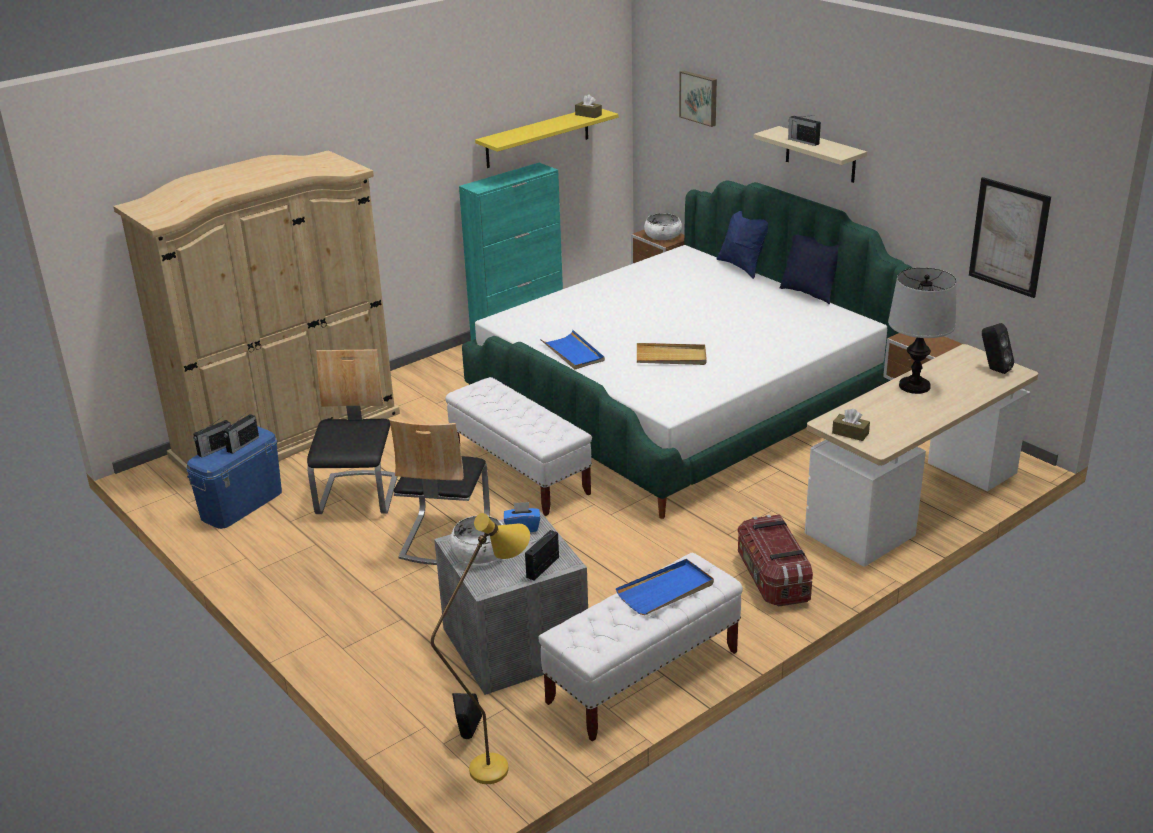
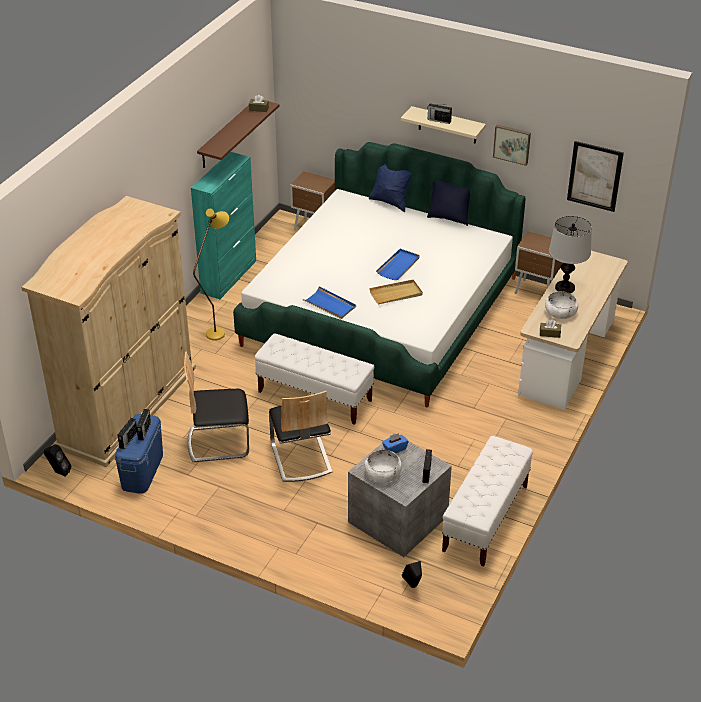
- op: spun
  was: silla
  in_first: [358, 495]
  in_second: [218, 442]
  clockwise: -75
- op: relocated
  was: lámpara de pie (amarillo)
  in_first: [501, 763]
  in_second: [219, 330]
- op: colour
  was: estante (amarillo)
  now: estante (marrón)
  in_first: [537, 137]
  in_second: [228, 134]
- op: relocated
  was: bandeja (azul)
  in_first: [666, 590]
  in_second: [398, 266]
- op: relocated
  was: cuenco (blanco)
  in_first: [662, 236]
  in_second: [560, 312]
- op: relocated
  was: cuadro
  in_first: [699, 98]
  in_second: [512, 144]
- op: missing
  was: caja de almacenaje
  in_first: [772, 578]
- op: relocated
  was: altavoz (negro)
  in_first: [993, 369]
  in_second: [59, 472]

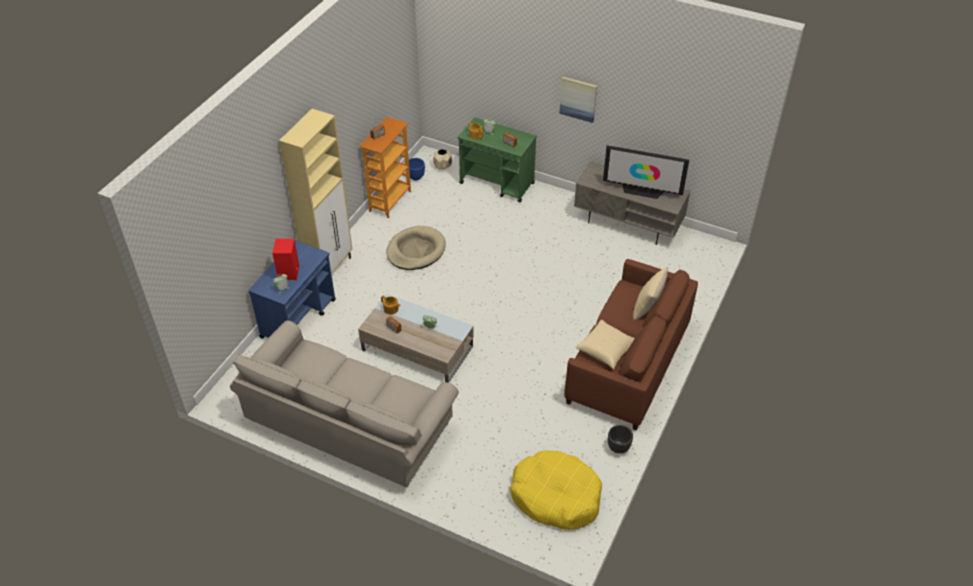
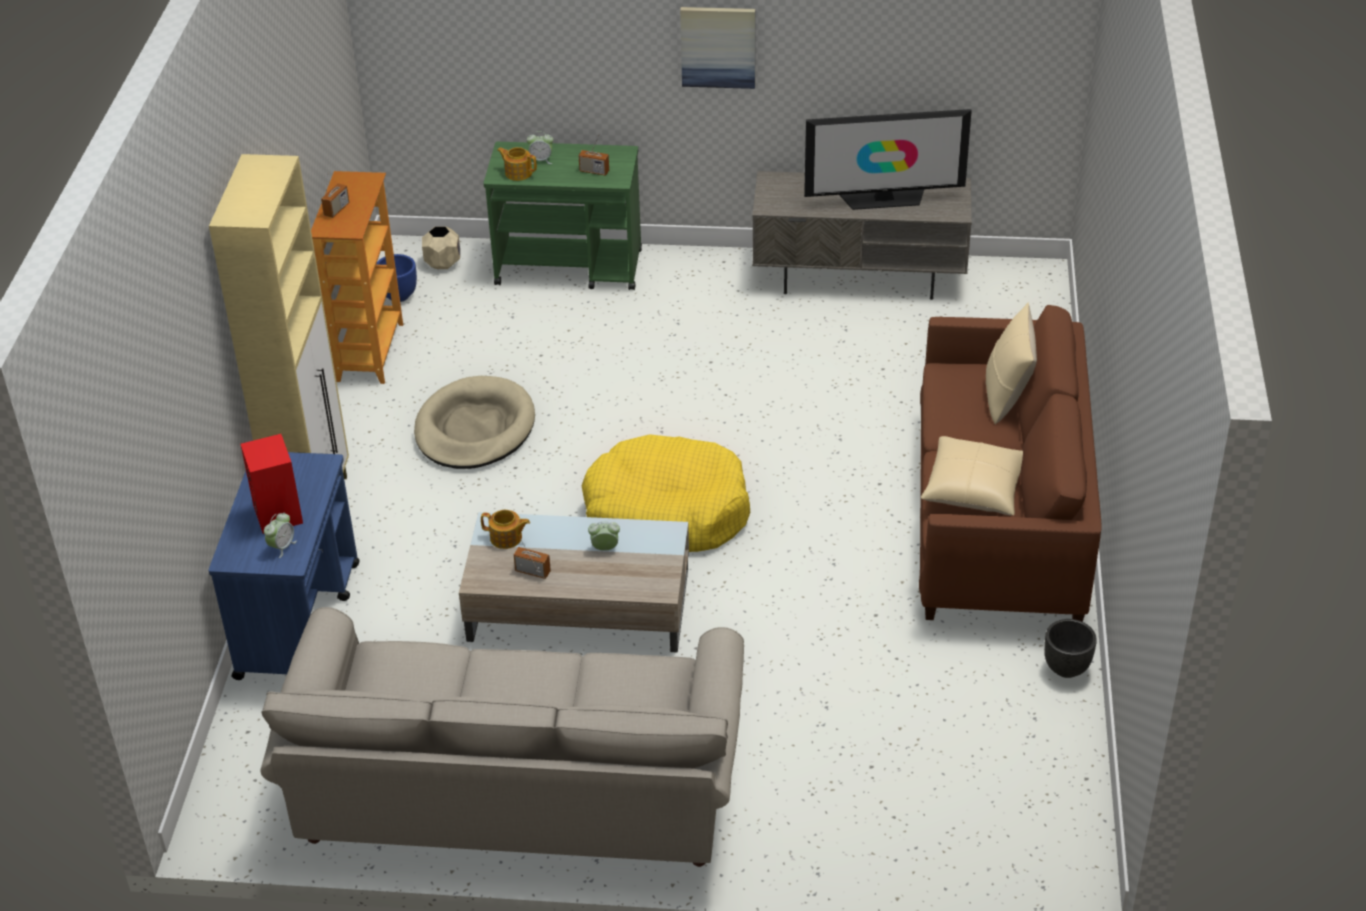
- op: relocated
  was: cama para perro (amarillo)
  in_first: [555, 496]
  in_second: [666, 512]

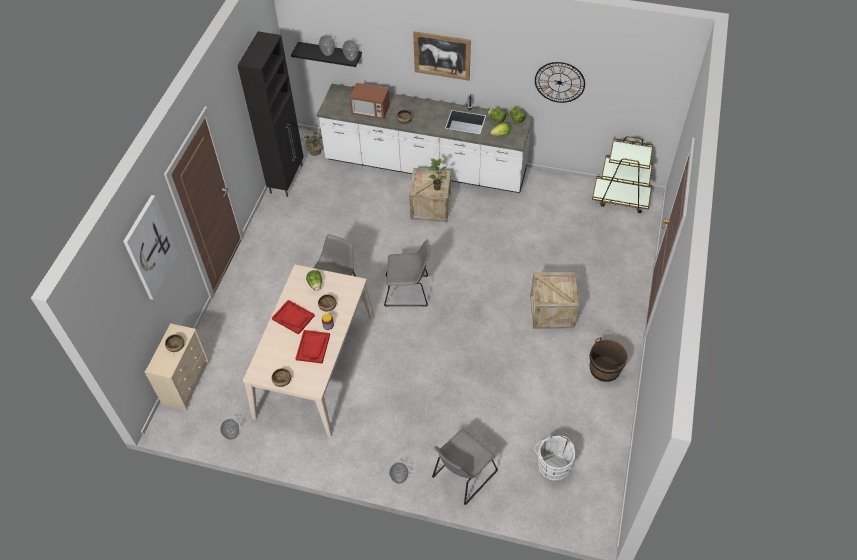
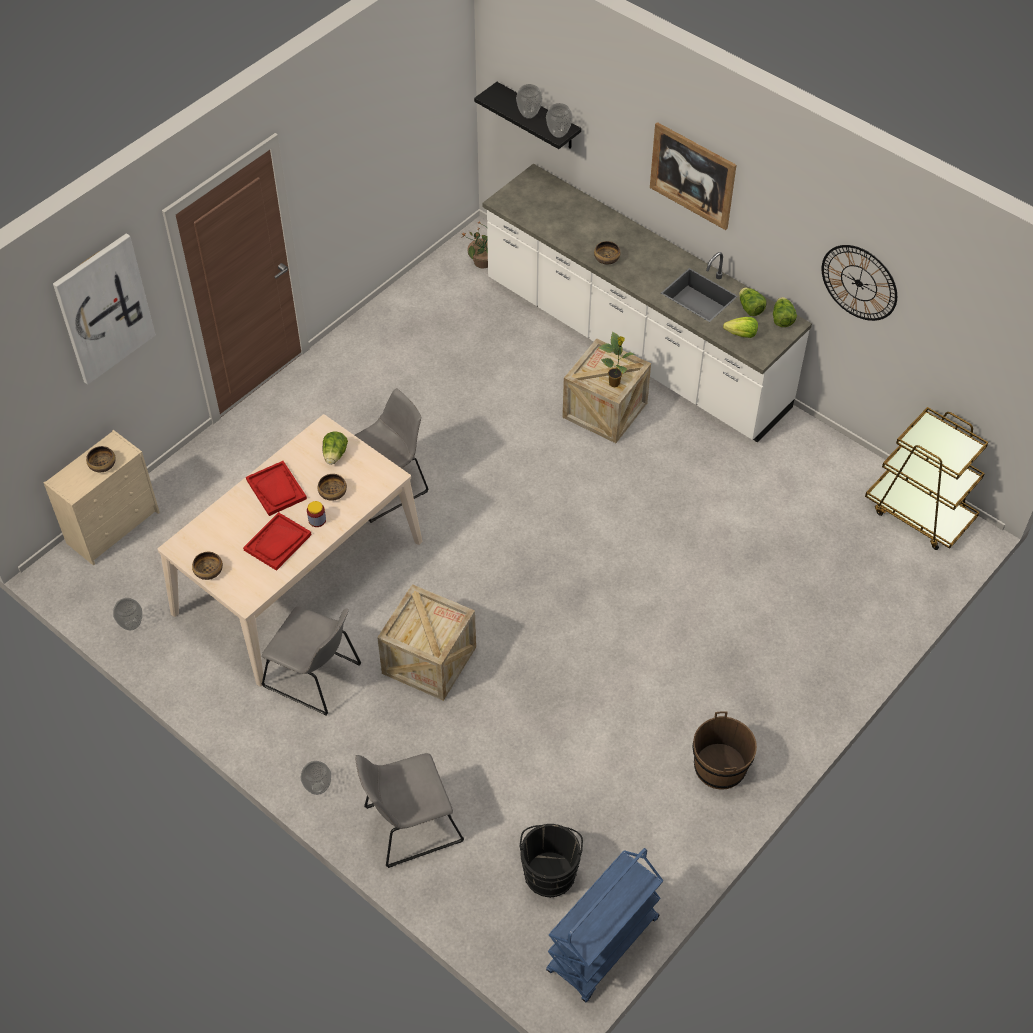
- op: missing
  was: armario (negro)
  in_first: [287, 179]
- op: missing
  was: microondas
  in_first: [370, 111]
- op: relocated
  was: silla (gris)
  in_first: [409, 291]
  in_second: [315, 677]
- op: relocated
  was: caja de embalaje
  in_first: [552, 311]
  in_second: [429, 660]
- op: colour
  was: cubo (blanco)
  now: cubo (negro)
  in_first: [552, 465]
  in_second: [550, 871]
- op: appeared
  now: carrito (azul)
  in_second: [603, 946]

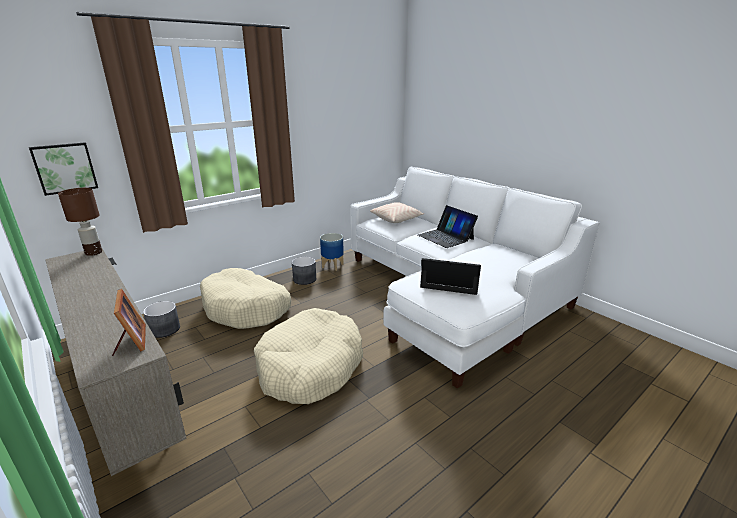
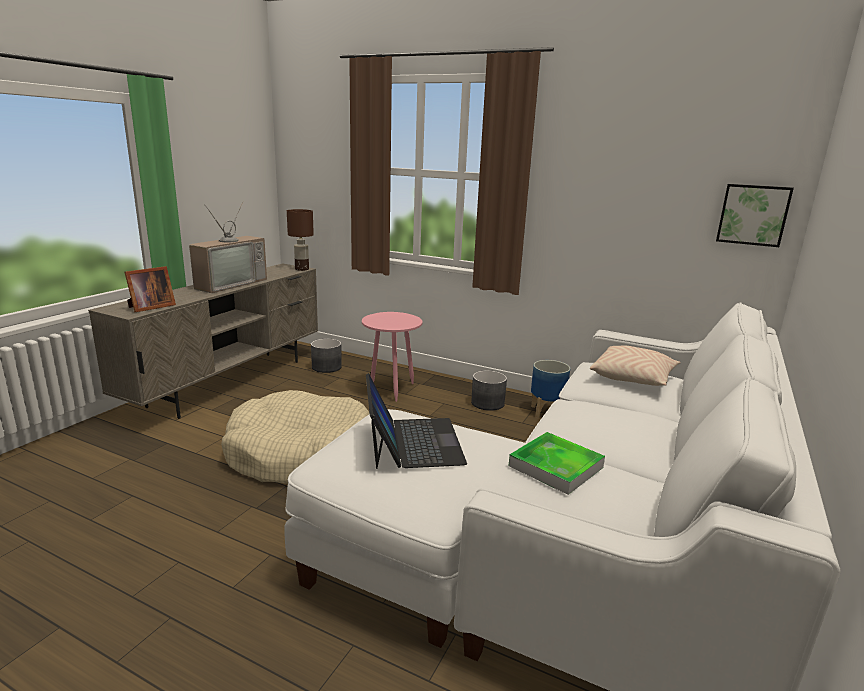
- op: relocated
  was: cuadro
  in_first: [65, 168]
  in_second: [753, 215]
- op: exchanged
  was: cama para perro (beis)
  now: mesa auxiliar (rosa)
  in_first: [246, 308]
  in_second: [391, 390]
- op: missing
  was: portátil
  in_first: [445, 237]
- op: appeared
  now: televisor
  in_second: [228, 283]
- op: appeared
  now: bandeja
  in_second: [556, 466]

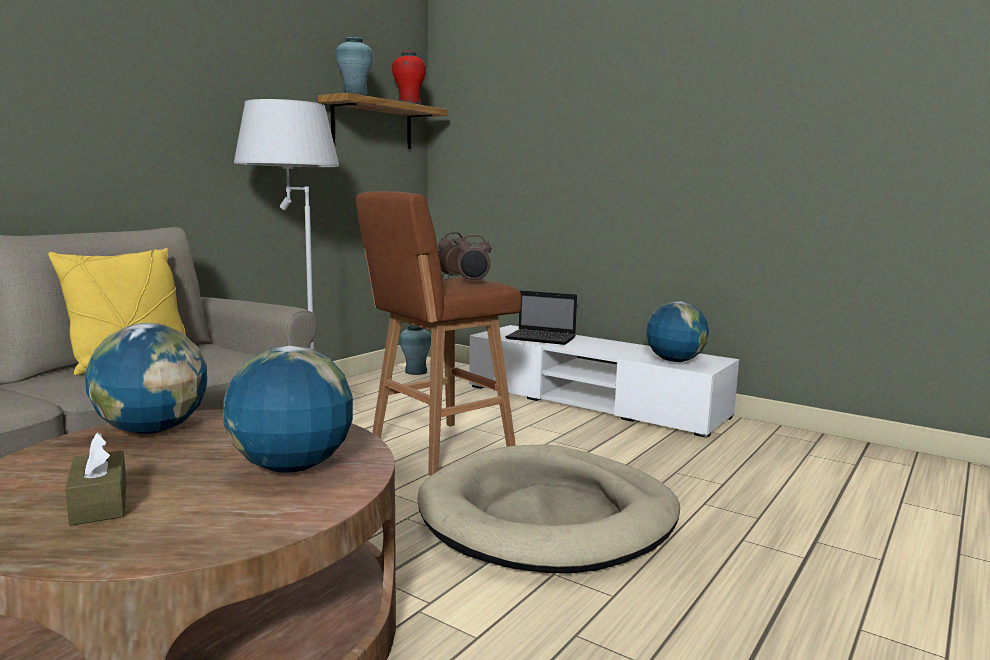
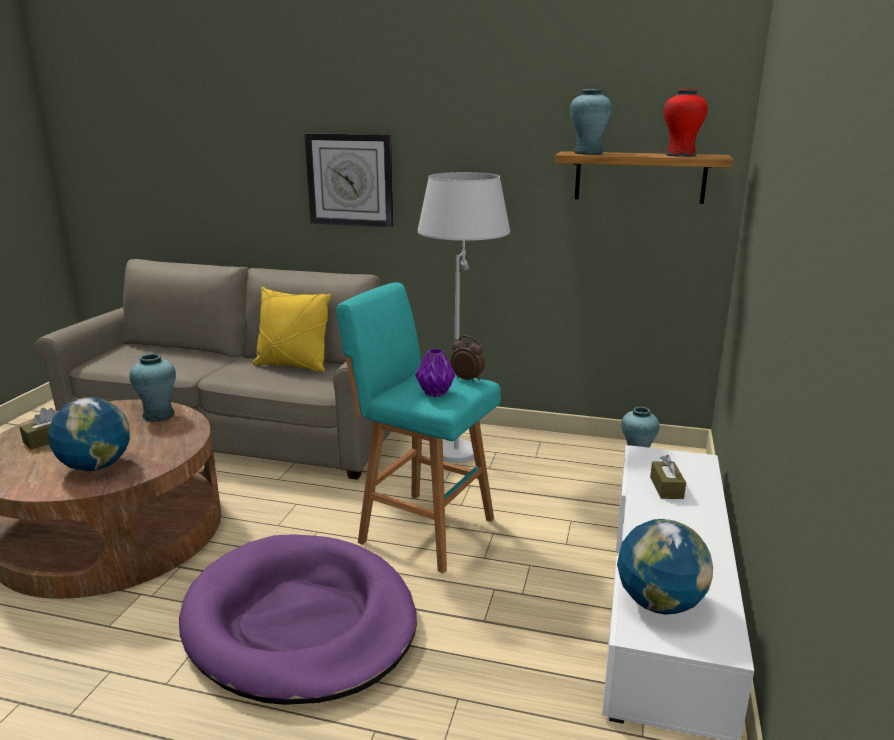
- op: exchanged
  was: globo terráqueo
  now: florero (turquesa)
  in_first: [152, 430]
  in_second: [158, 415]
- op: colour
  was: taburete (marrón)
  now: taburete (turquesa)
  in_first: [438, 449]
  in_second: [423, 529]
- op: colour
  was: cama para perro (beis)
  now: cama para perro (morado)
  in_first: [549, 517]
  in_second: [301, 622]
- op: exchanged
  was: despertador
  now: florero (morado)
  in_first: [473, 282]
  in_second: [435, 393]
- op: exchanged
  was: portátil
  now: caja de pañuelos (marrón)
  in_first: [542, 338]
  in_second: [666, 487]
- op: appeared
  now: reloj de pared
  in_second: [350, 180]

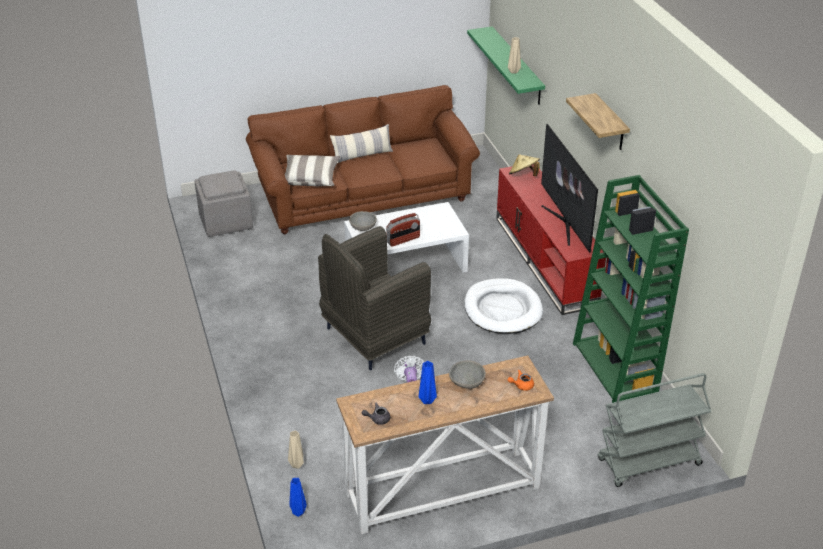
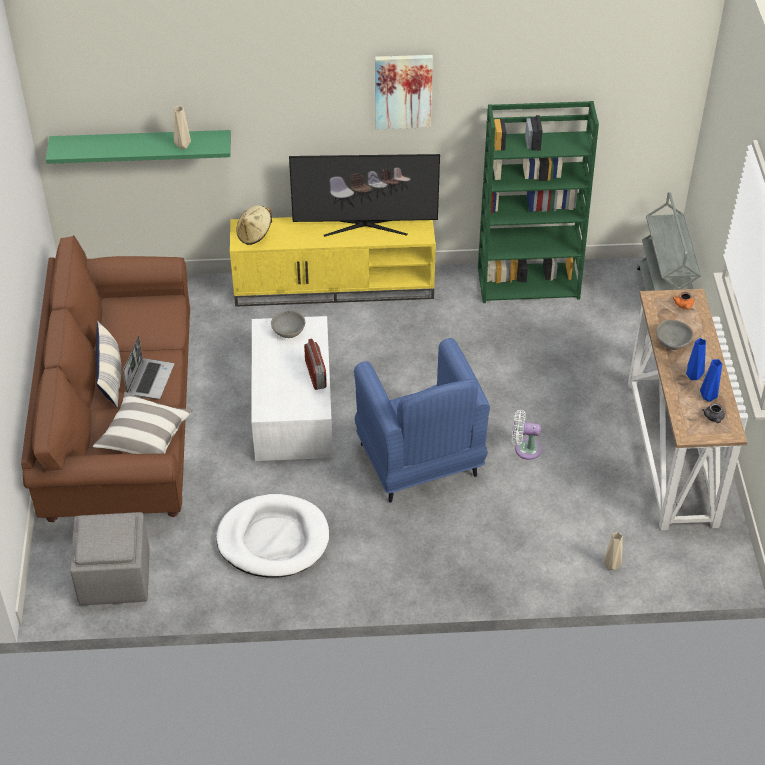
- op: relocated
  was: florero (azul)
  in_first: [298, 511]
  in_second: [707, 397]
- op: colour
  was: sillón (gris)
  now: sillón (azul)
  in_first: [374, 337]
  in_second: [419, 462]
- op: relocated
  was: cuenco (gris)
  in_first: [363, 227]
  in_second: [288, 331]
- op: relocated
  was: cama para perro (blanco)
  in_first: [502, 309]
  in_second: [273, 539]
- op: colour
  was: mueble de televisión (rojo)
  now: mueble de televisión (amarillo)
  in_first: [546, 261]
  in_second: [335, 285]
- op: exchanged
  was: estante
  now: cuadro
  in_first: [610, 123]
  in_second: [403, 91]
- op: appeared
  now: portátil
  in_second: [150, 379]

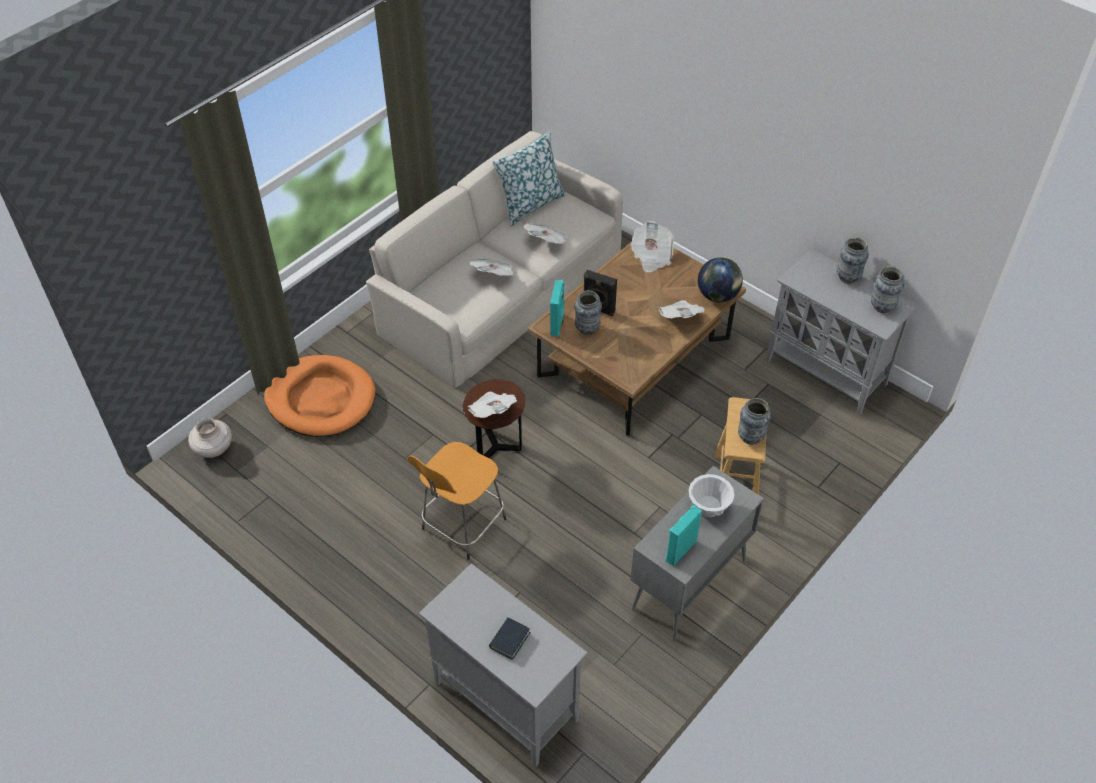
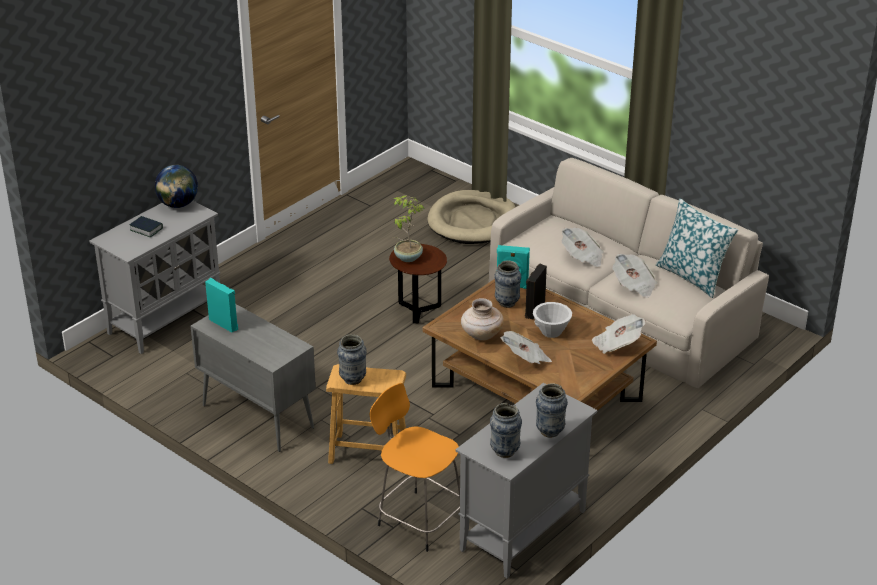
- op: relocated
  was: florero (beis)
  in_first: [213, 449]
  in_second: [481, 335]
- op: colour
  was: cama para perro (naranja)
  now: cama para perro (beis)
  in_first: [321, 399]
  in_second: [472, 221]
- op: relocated
  was: taburete (naranja)
  in_first: [462, 526]
  in_second: [418, 519]
- op: exchanged
  was: periódico
  now: planta en maceta
  in_first: [492, 412]
  in_second: [407, 257]
- op: relocated
  was: cuenco (blanco)
  in_first: [708, 508]
  in_second: [551, 331]
- op: relocated
  was: globo terráqueo
  in_first: [717, 296]
  in_second: [178, 205]

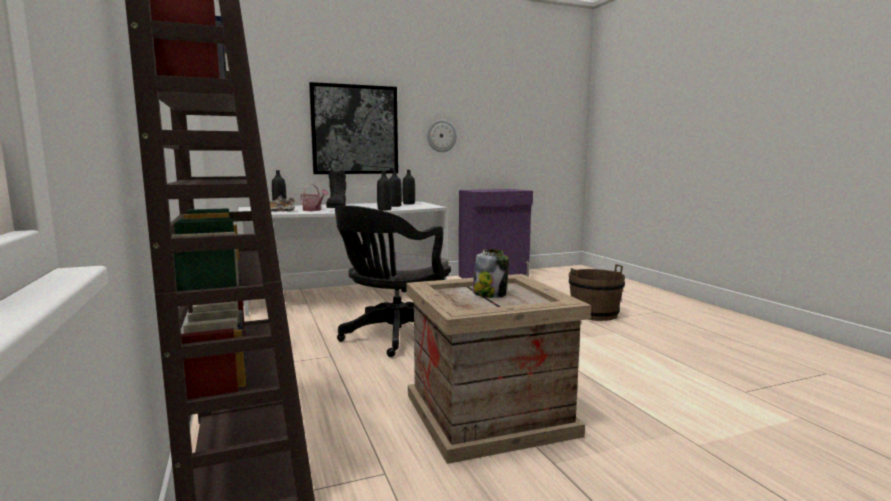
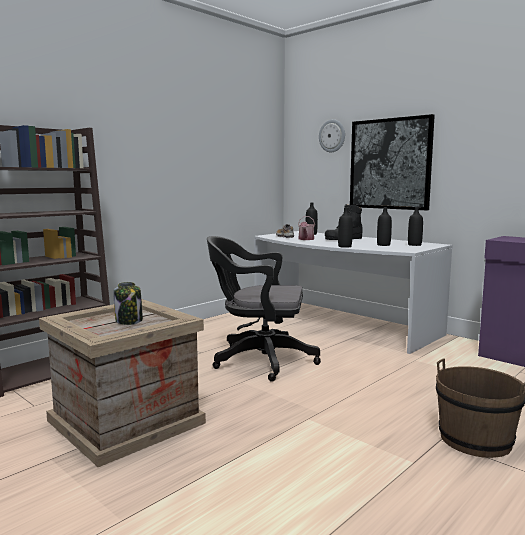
- op: relocated
  was: reloj de pared
  in_first: [441, 136]
  in_second: [332, 136]

